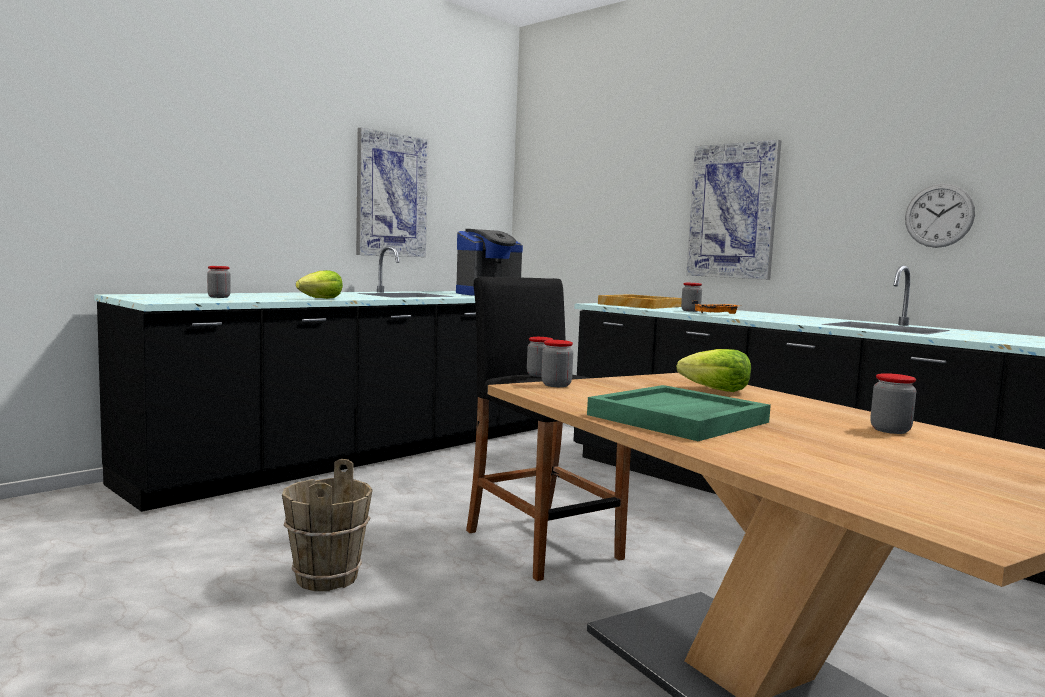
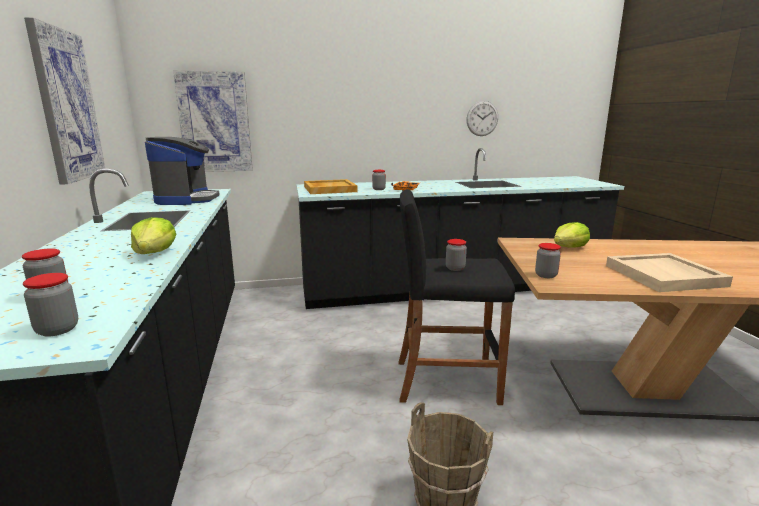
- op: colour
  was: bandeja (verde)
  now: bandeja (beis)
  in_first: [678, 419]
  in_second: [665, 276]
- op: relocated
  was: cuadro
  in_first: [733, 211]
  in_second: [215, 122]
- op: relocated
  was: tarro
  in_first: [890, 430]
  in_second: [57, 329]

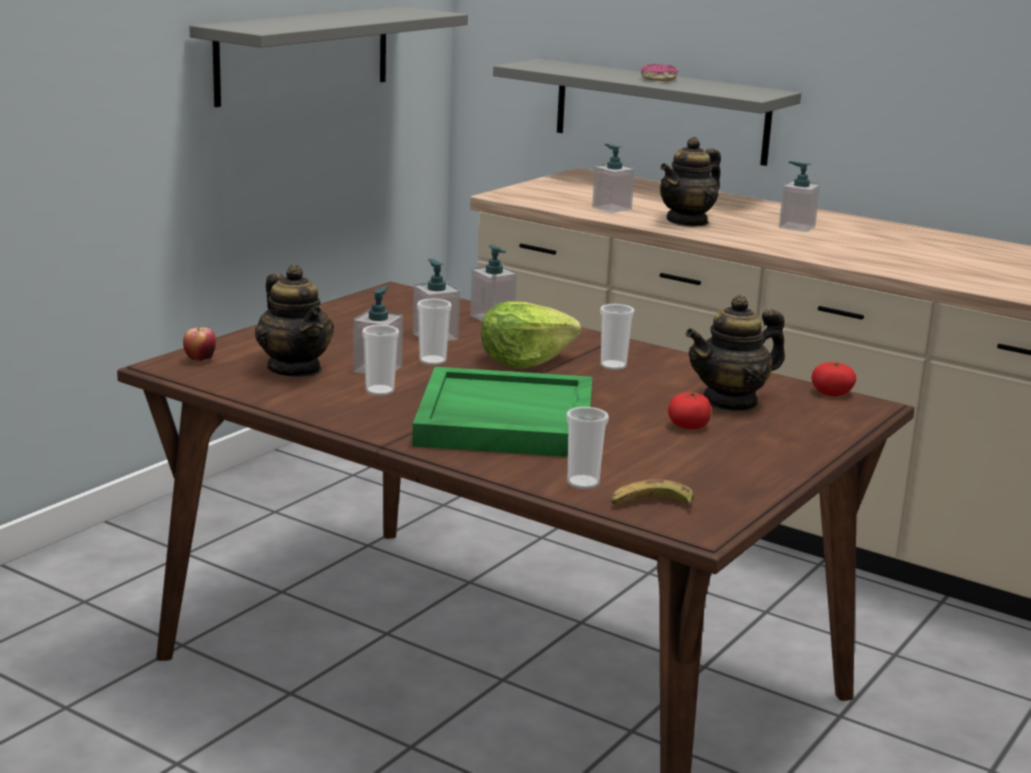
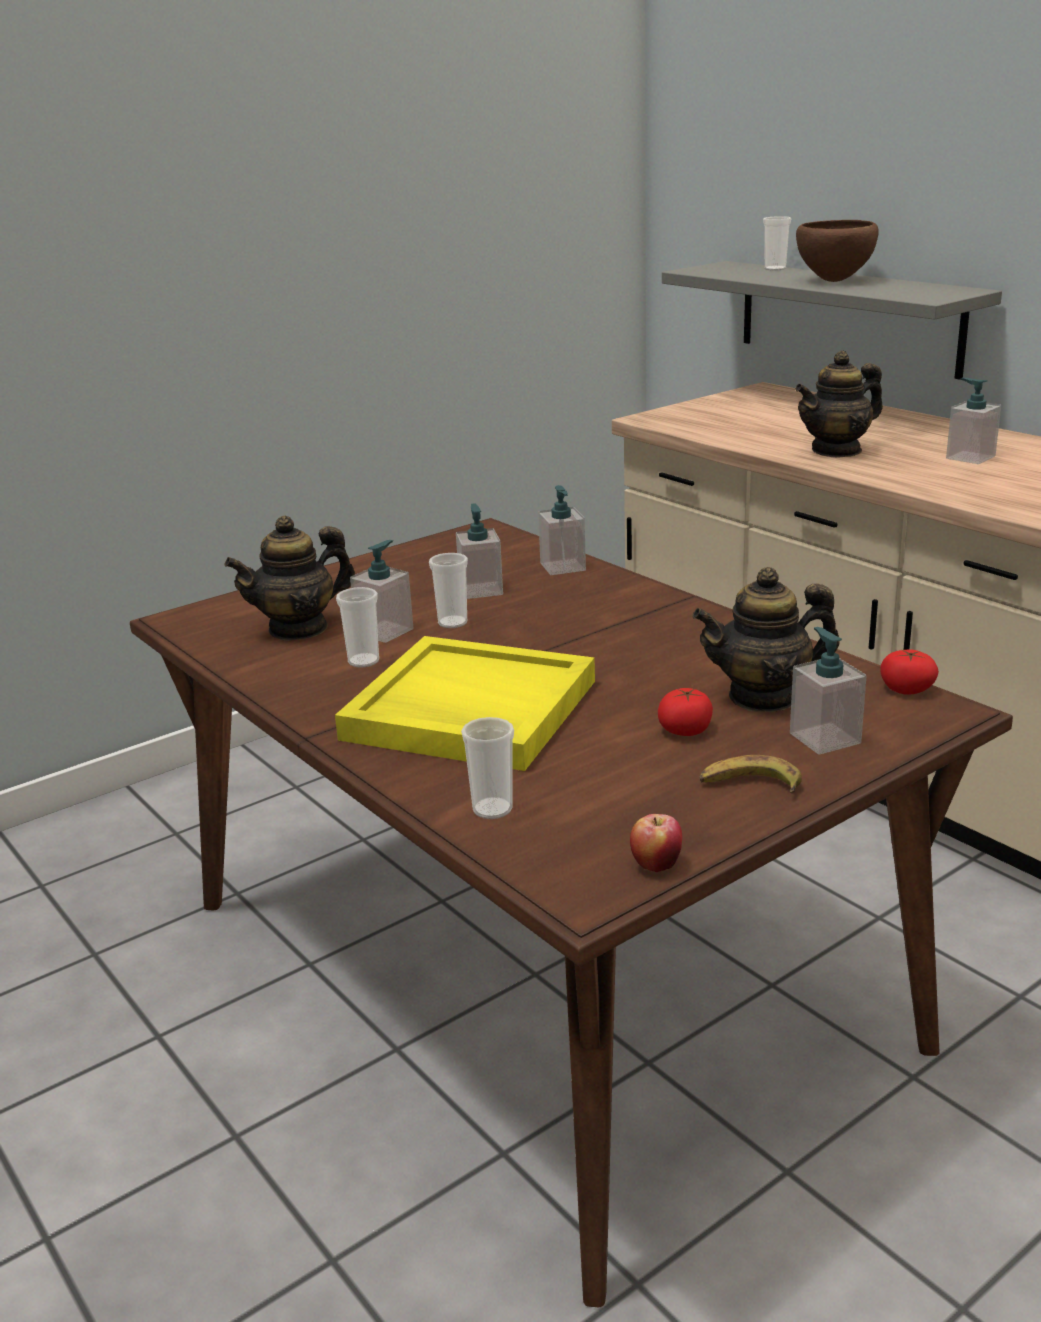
- op: relocated
  was: manzana
  in_first: [200, 360]
  in_second: [656, 865]
- op: missing
  was: estante (gris)
  in_first: [304, 54]
- op: spun
  was: tetera
  in_first: [295, 369]
  in_second: [299, 628]
  clockwise: 75
- op: colour
  was: bandeja (verde)
  now: bandeja (amarillo)
  in_first: [504, 421]
  in_second: [468, 710]
- op: missing
  was: lechuga
  in_first: [524, 360]
- op: relocated
  was: dispensador de jabón
  in_first: [611, 208]
  in_second: [824, 738]
- op: relocated
  was: taza
  in_first: [613, 366]
  in_second: [775, 269]
- op: relocated
  was: plátano
  in_first: [651, 504]
  in_second: [749, 785]
- op: exchanged
  was: rosquilla
  now: cuenco (marrón)
  in_first: [658, 79]
  in_second: [835, 281]

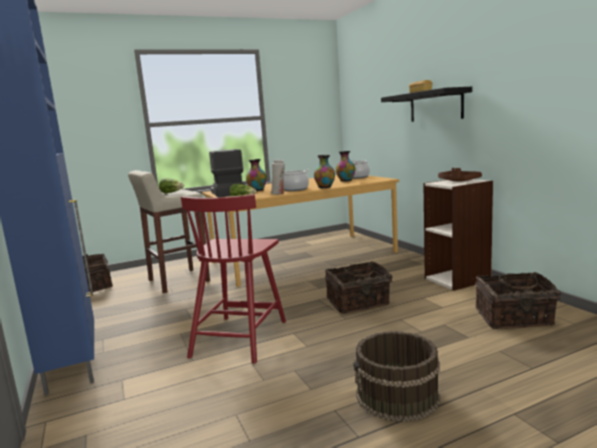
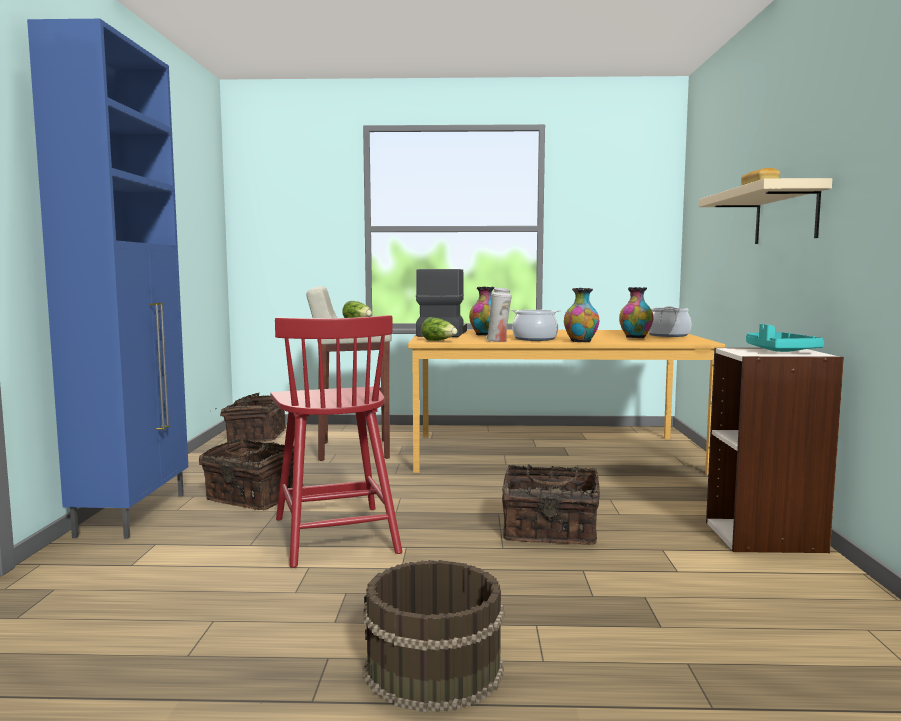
- op: spun
  was: silla (rojo)
  in_first: [240, 337]
  in_second: [335, 534]
  clockwise: -60
- op: colour
  was: estante (negro)
  now: estante (beis)
  in_first: [435, 106]
  in_second: [785, 215]
- op: colour
  was: bandeja (marrón)
  now: bandeja (turquesa)
  in_first: [458, 181]
  in_second: [778, 351]
- op: relocated
  was: cesta
  in_first: [514, 318]
  in_second: [252, 497]

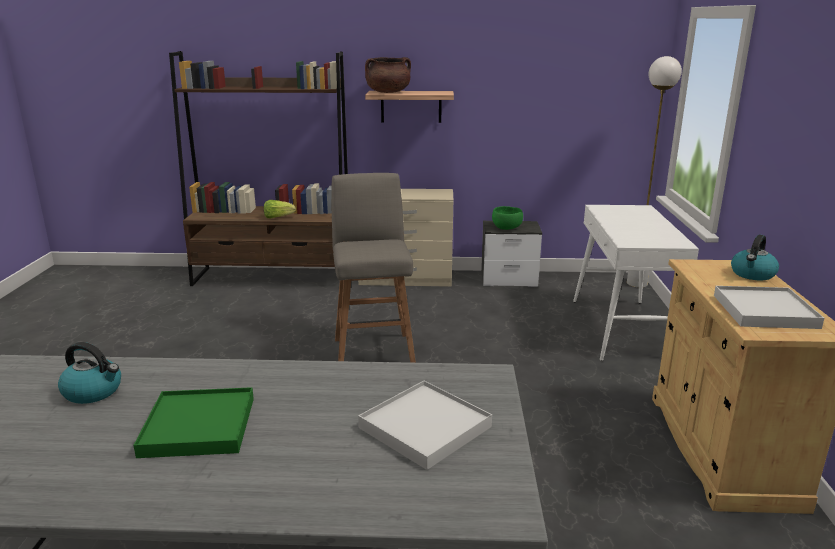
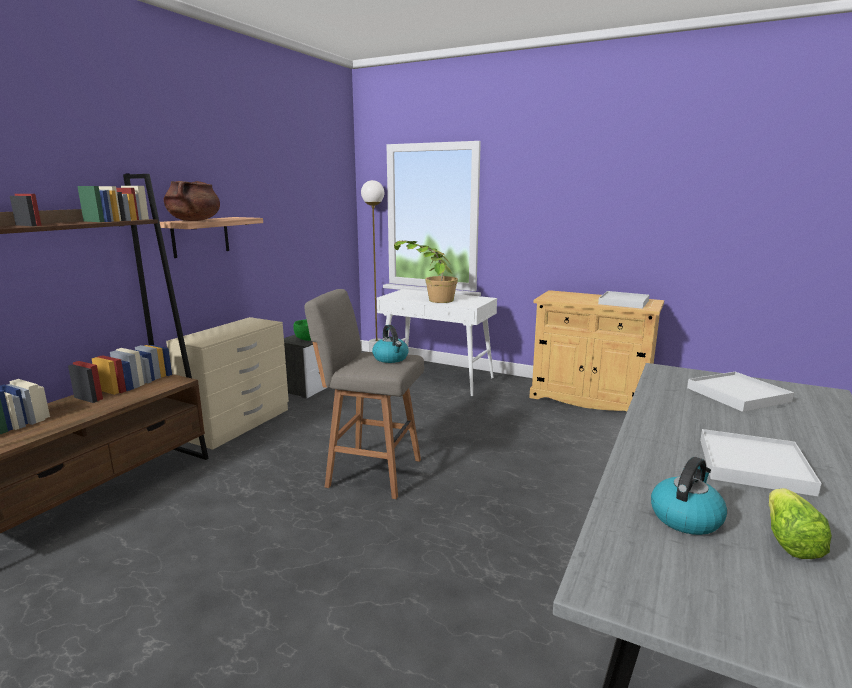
- op: colour
  was: bandeja (verde)
  now: bandeja (blanco)
  in_first: [198, 426]
  in_second: [753, 465]
- op: relocated
  was: lechuga
  in_first: [278, 217]
  in_second: [788, 541]
- op: relocated
  was: hervidor
  in_first: [752, 274]
  in_second: [391, 358]
- op: appeared
  now: planta en maceta
  in_second: [429, 299]

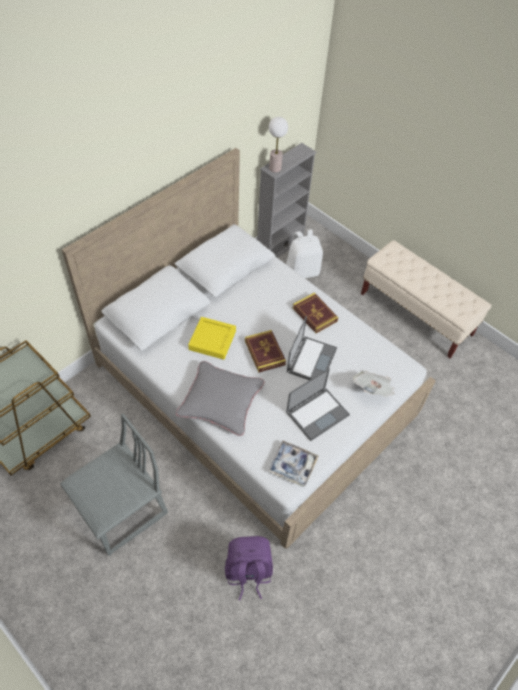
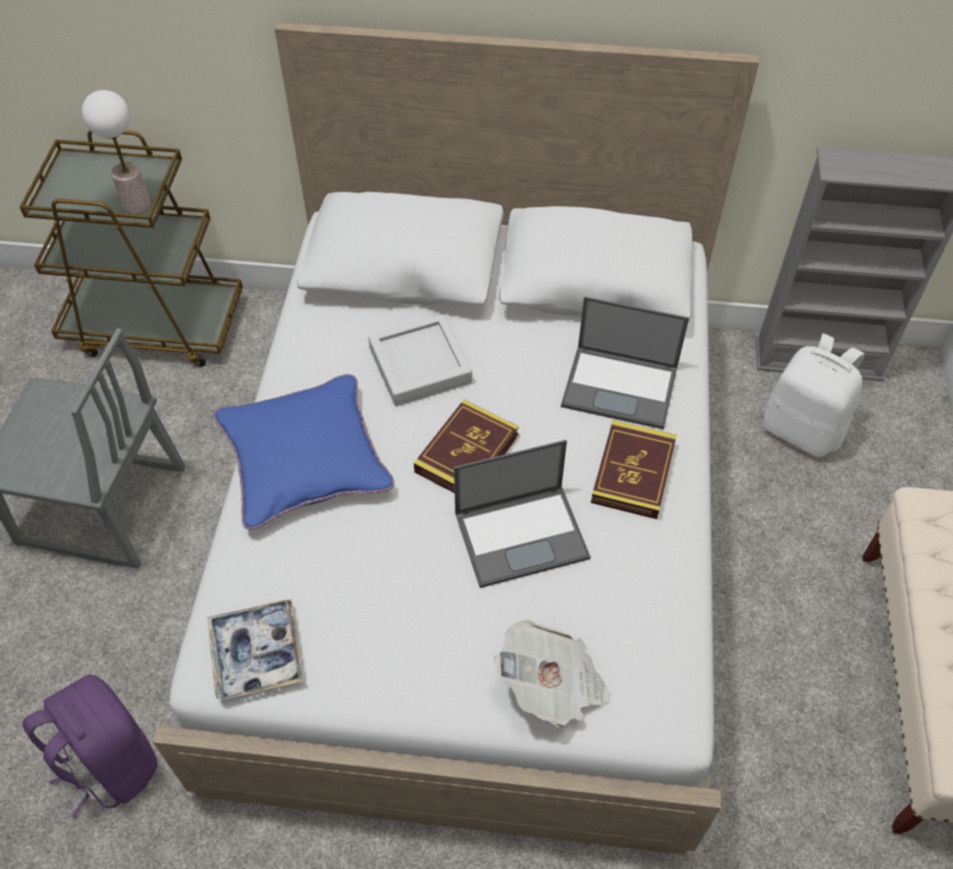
- op: colour
  was: cojín (gris)
  now: cojín (azul)
  in_first: [220, 401]
  in_second: [304, 458]
- op: colour
  was: bandeja (amarillo)
  now: bandeja (gris)
  in_first: [212, 340]
  in_second: [420, 365]
- op: relocated
  was: lámpara de mesa
  in_first: [275, 168]
  in_second: [136, 204]
- op: relocated
  was: portátil
  in_first: [318, 413]
  in_second: [621, 387]

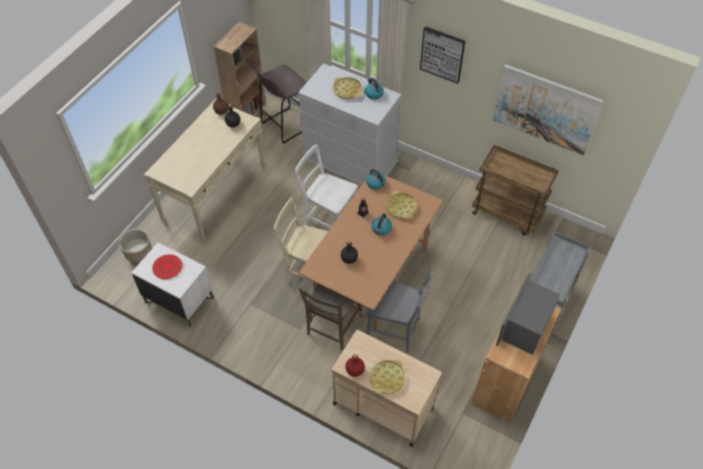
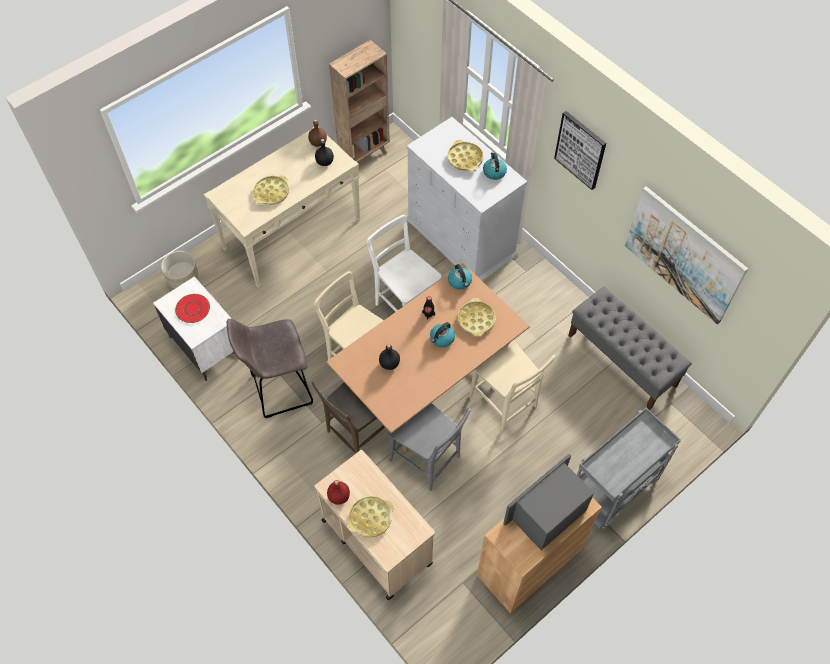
- op: relocated
  was: taburete (gris)
  in_first: [284, 126]
  in_second: [279, 390]
- op: exchanged
  was: carrito (marrón)
  now: banco (gris)
  in_first: [507, 213]
  in_second: [622, 360]
- op: appeared
  now: bandeja (amarillo)
  in_second: [272, 193]
- op: appeared
  now: silla (beis)
  in_second: [505, 403]

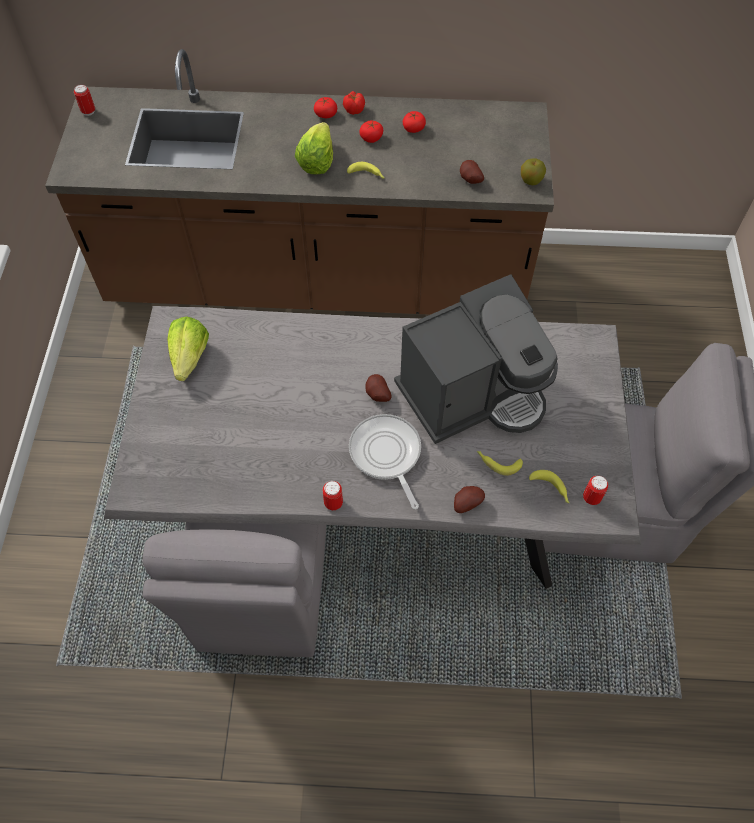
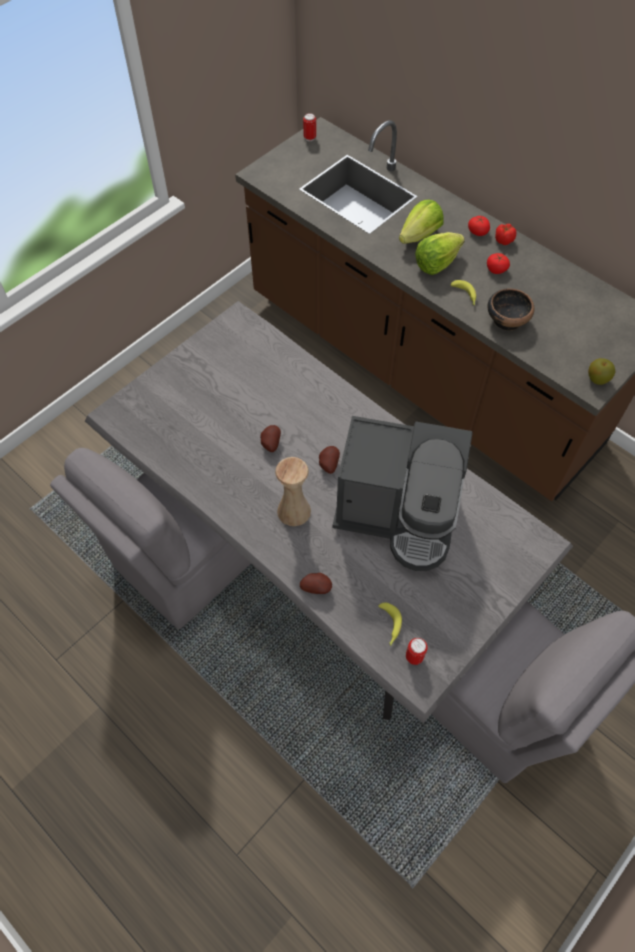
- op: relocated
  was: lechuga
  in_first: [190, 358]
  in_second: [419, 236]
- op: missing
  was: lata
  in_first: [333, 503]
- op: exchanged
  was: sartén
  now: florero (beis)
  in_first: [386, 455]
  in_second: [294, 511]
- op: missing
  was: tomate
  in_first: [413, 128]
- op: relocated
  was: patata
  in_first: [469, 180]
  in_second: [270, 443]
- op: missing
  was: plátano
  in_first: [497, 462]
- op: appeared
  now: cuenco
  in_second: [507, 319]

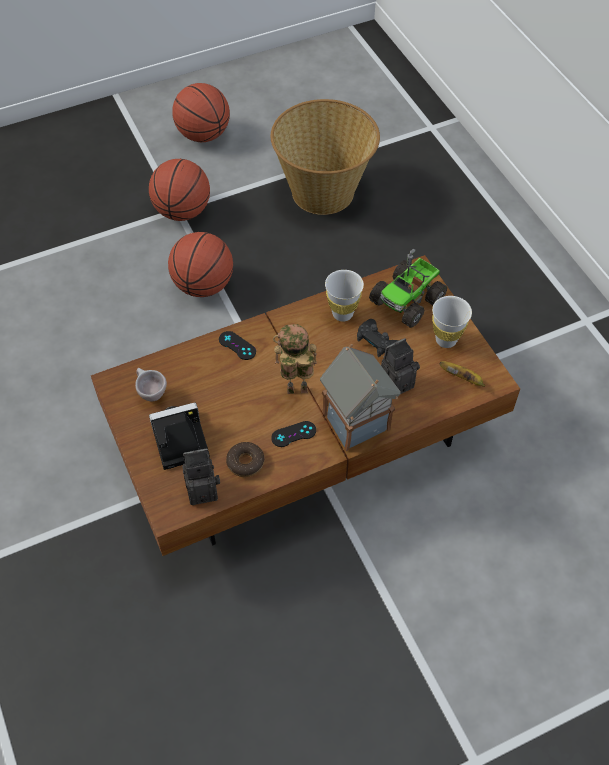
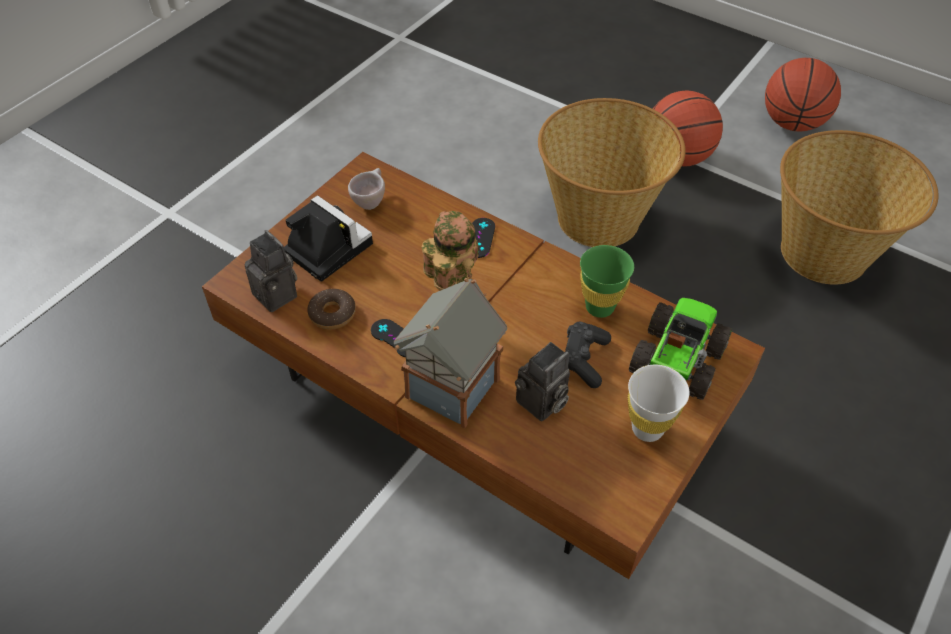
- op: exchanged
  was: balón de baloncesto
  now: cesta
  in_first: [203, 285]
  in_second: [600, 218]
- op: colour
  was: taza (blanco)
  now: taza (verde)
  in_first: [342, 314]
  in_second: [599, 307]
- op: spun
  was: camión de juguete
  in_first: [408, 300]
  in_second: [676, 361]
  clockwise: 105
- op: spun
  was: cámara
  in_first: [397, 381]
  in_second: [541, 404]
  clockwise: 105
- op: missing
  was: plátano
  in_first: [462, 378]

